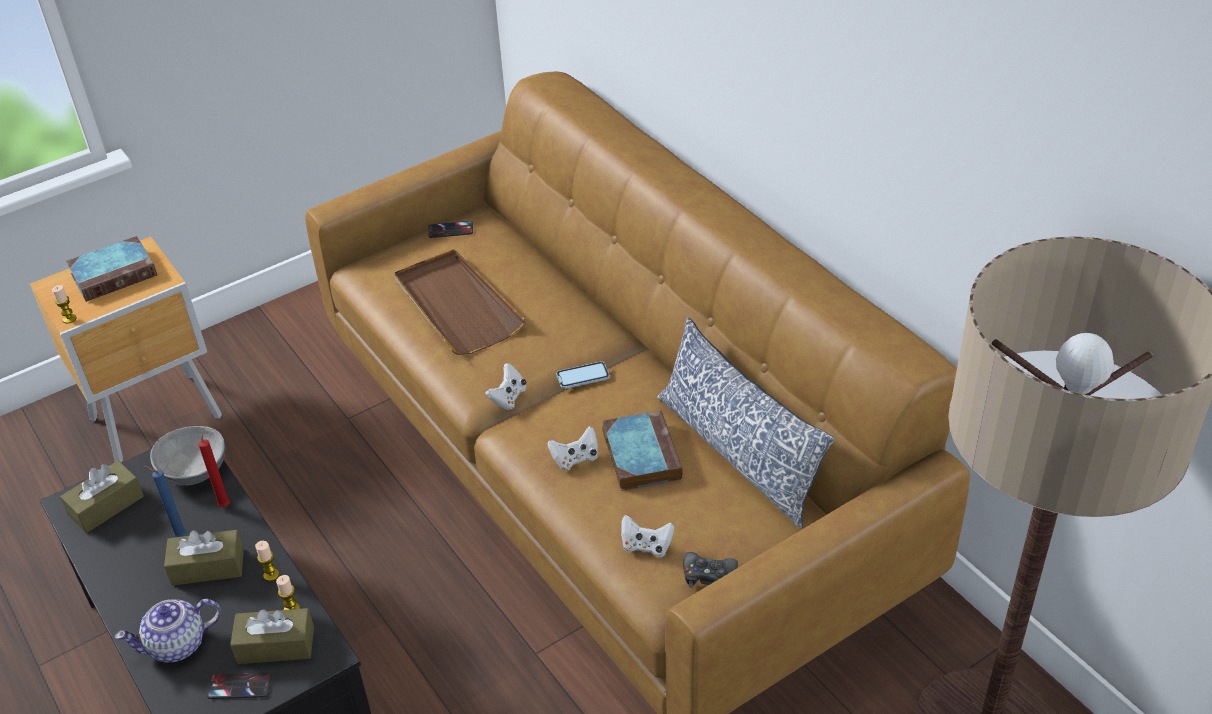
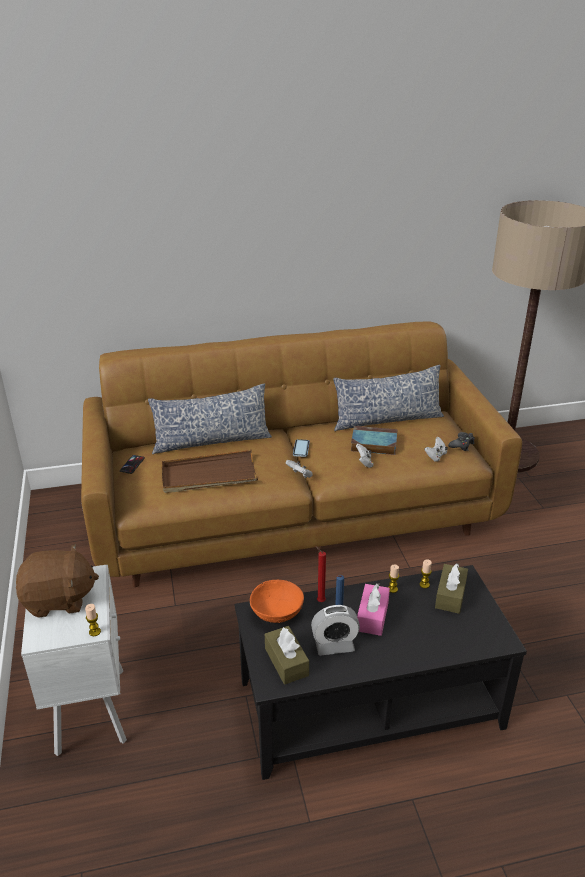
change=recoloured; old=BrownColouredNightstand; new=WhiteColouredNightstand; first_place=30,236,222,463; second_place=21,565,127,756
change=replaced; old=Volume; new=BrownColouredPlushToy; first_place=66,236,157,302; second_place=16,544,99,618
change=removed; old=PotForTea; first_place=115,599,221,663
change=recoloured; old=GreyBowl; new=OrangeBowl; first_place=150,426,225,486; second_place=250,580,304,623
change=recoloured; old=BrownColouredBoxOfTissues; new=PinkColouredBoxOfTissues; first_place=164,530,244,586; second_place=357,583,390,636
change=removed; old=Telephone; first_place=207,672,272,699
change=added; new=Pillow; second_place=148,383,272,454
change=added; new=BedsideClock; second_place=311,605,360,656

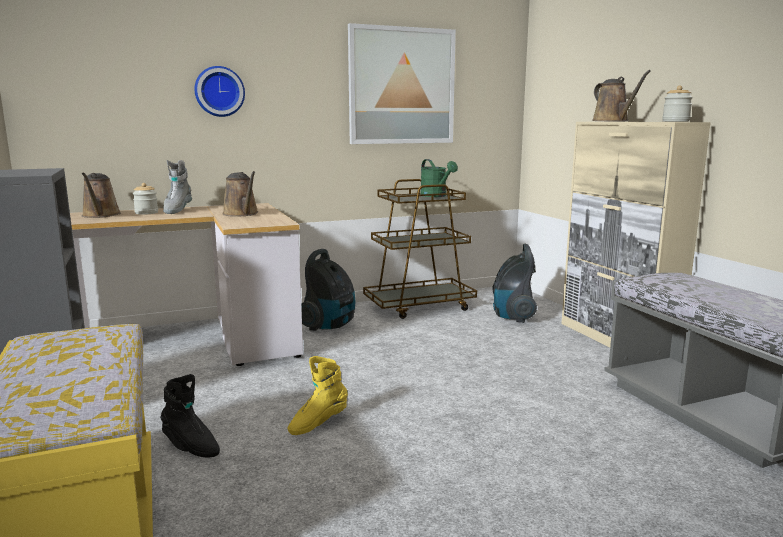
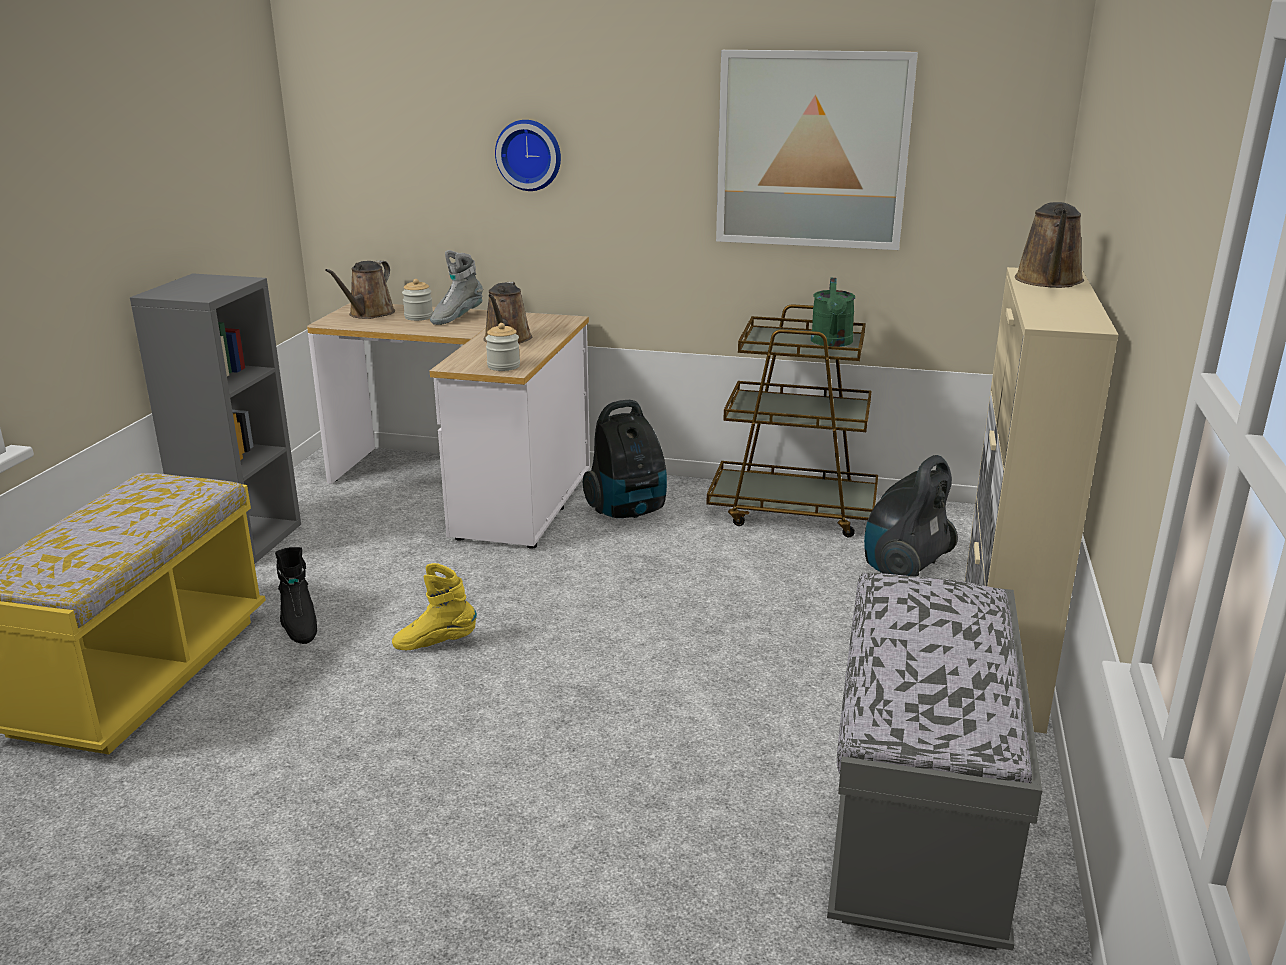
change=moved; old=StorageJar; first_place=662,85,693,122; second_place=485,323,520,371

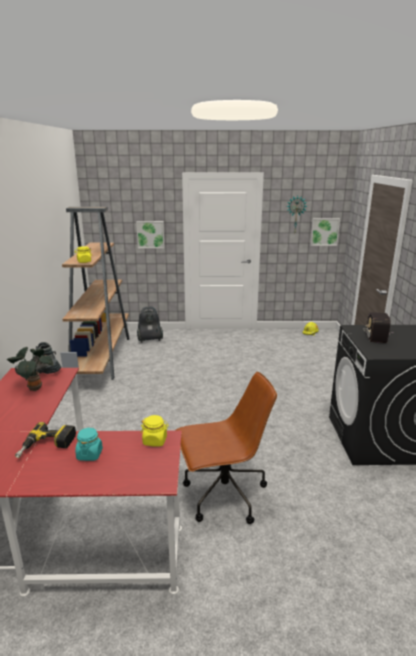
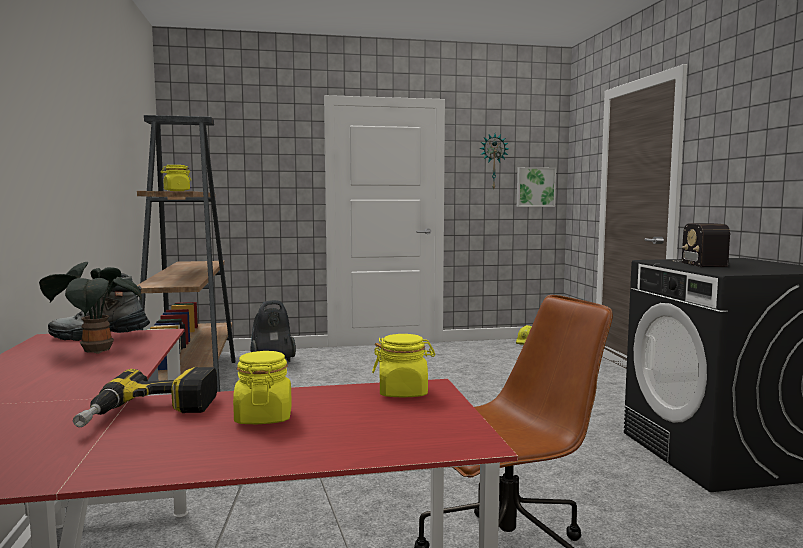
change=recoloured; old=TurquoiseColouredStorageJar; new=YellowColouredStorageJar; first_place=75,427,103,461; second_place=233,351,292,424
change=removed; old=Picture; first_place=136,221,164,248

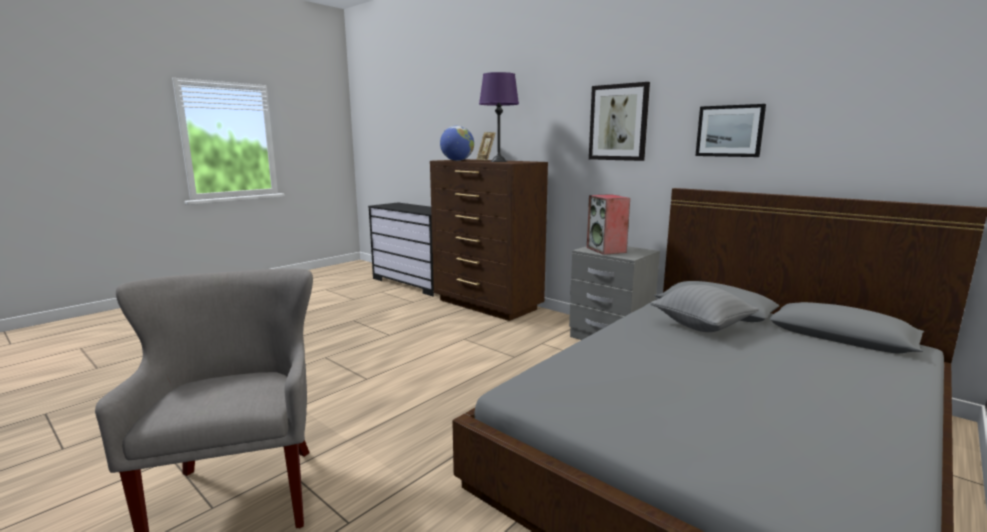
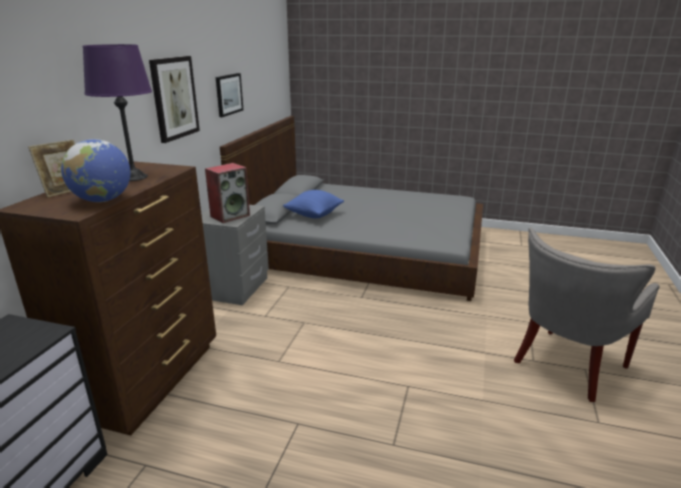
change=recoloured; old=GreyPillow; new=BluishPillow; first_place=650,285,759,332; second_place=283,190,344,218

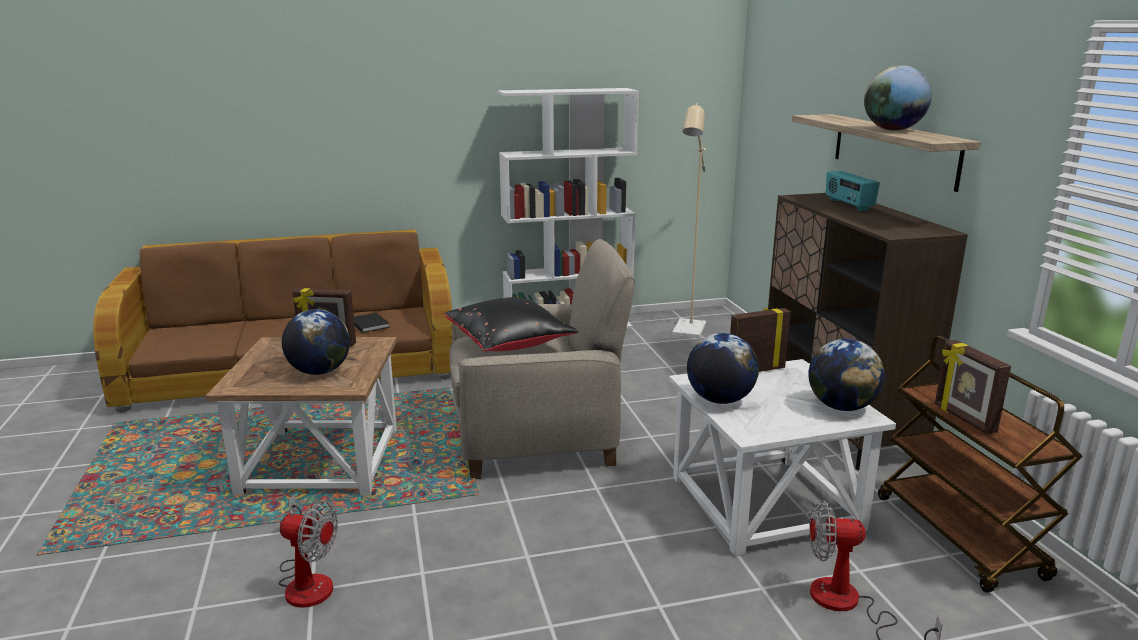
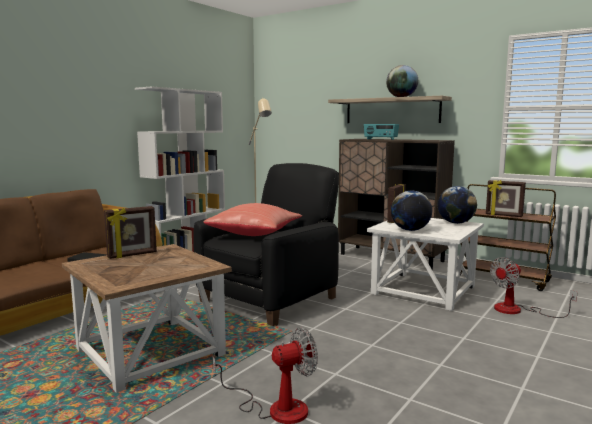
change=removed; old=DeskGlobe; first_place=282,309,350,375
change=recoloured; old=BlackPillow; new=ReddishPillow; first_place=445,297,578,351; second_place=203,203,302,236
change=recoloured; old=SandColouredArmchair; new=BlackArmchair; first_place=449,239,635,479; second_place=193,163,339,326

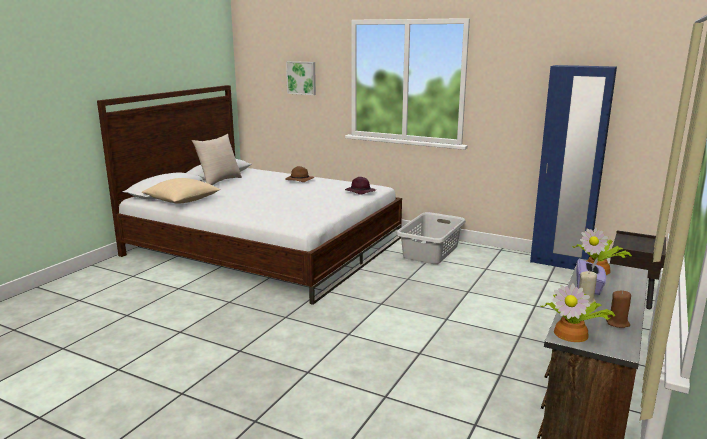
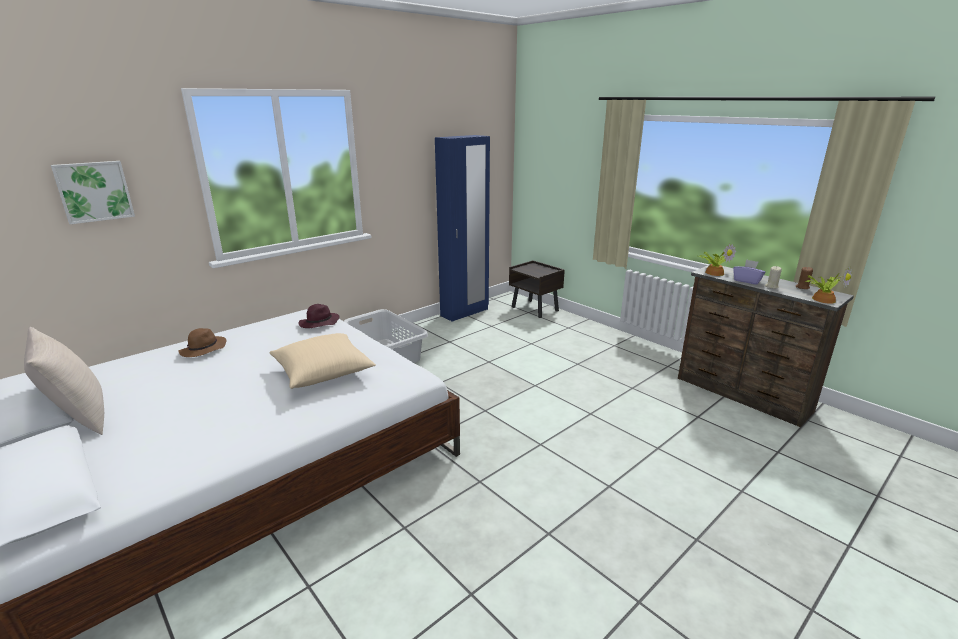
change=moved; old=SandColouredPillow; first_place=142,178,221,203; second_place=269,333,376,389

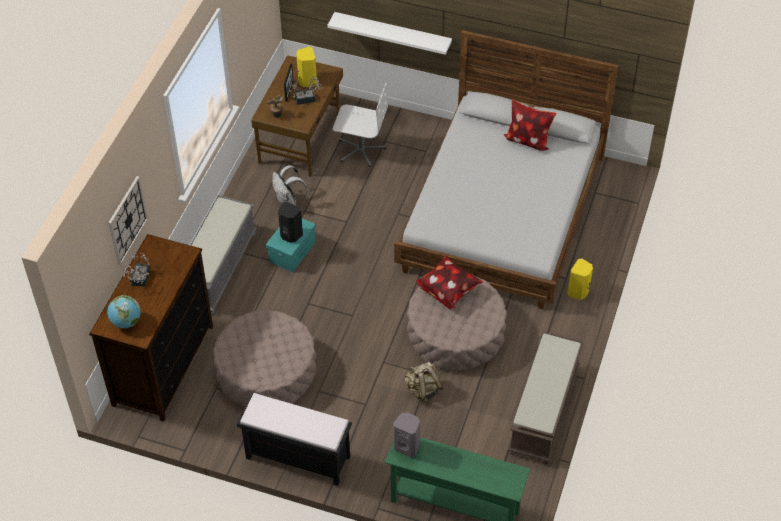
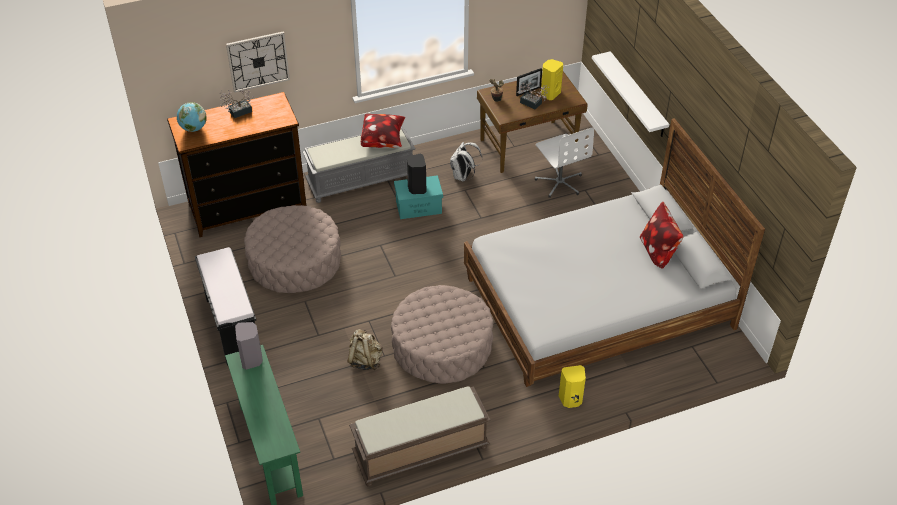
change=moved; old=Pillow; first_place=416,255,483,309; second_place=361,114,405,148

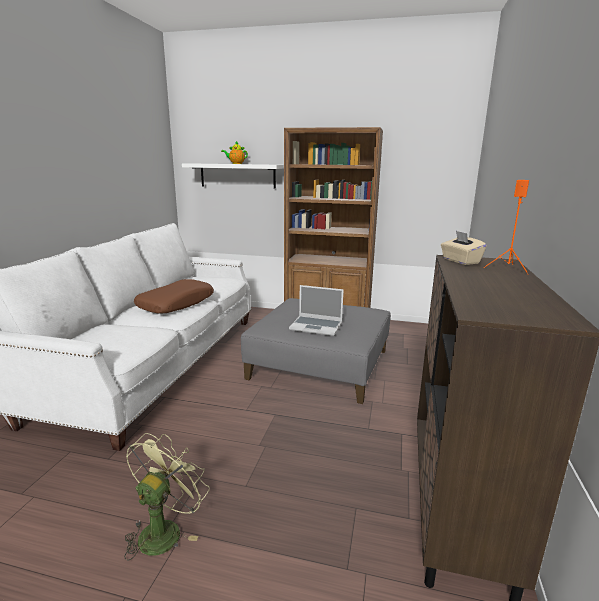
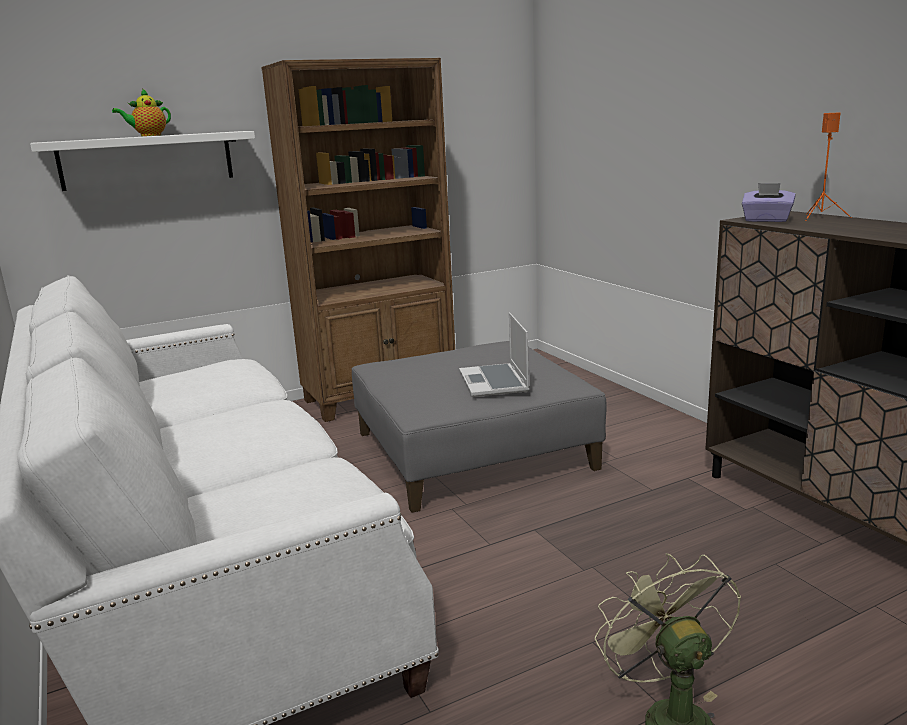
change=removed; old=BrownColouredPillow; first_place=134,279,214,314
change=turned; old=PortableComputer; first_place=289,285,344,336; second_place=459,312,529,397; degrees=105
change=recoloured; old=SandColouredBoxOfTissues; new=PurpleColouredBoxOfTissues; first_place=441,231,487,265; second_place=742,183,796,222

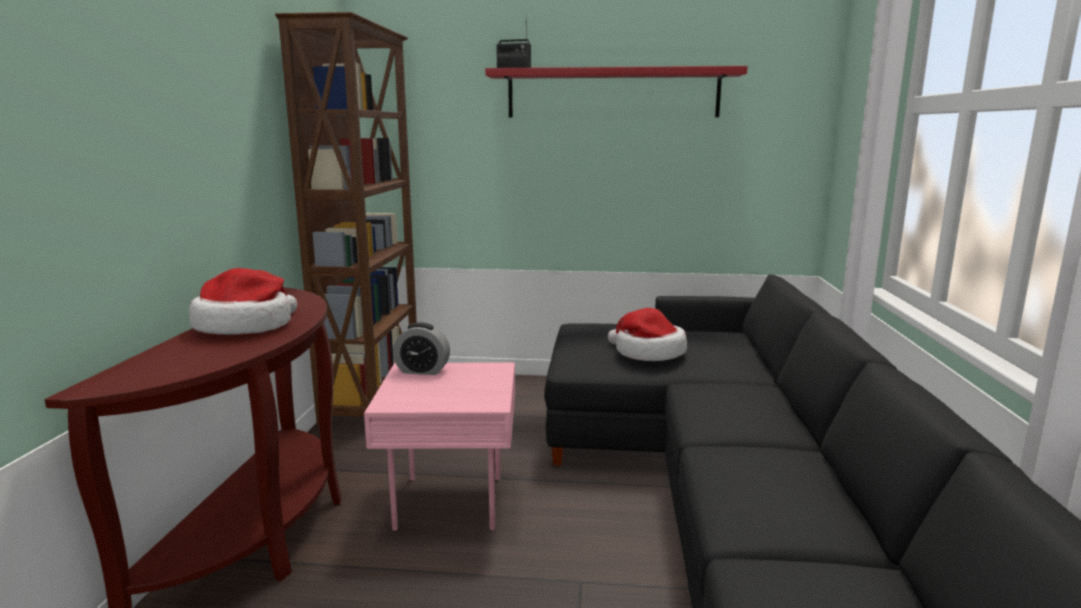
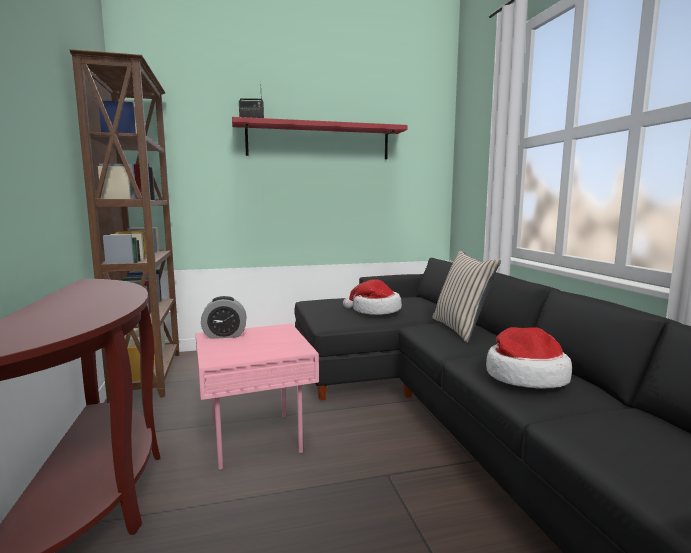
change=moved; old=WearableHat; first_place=189,268,297,335; second_place=486,327,572,389
change=added; new=SandColouredPillow; second_place=432,251,501,343

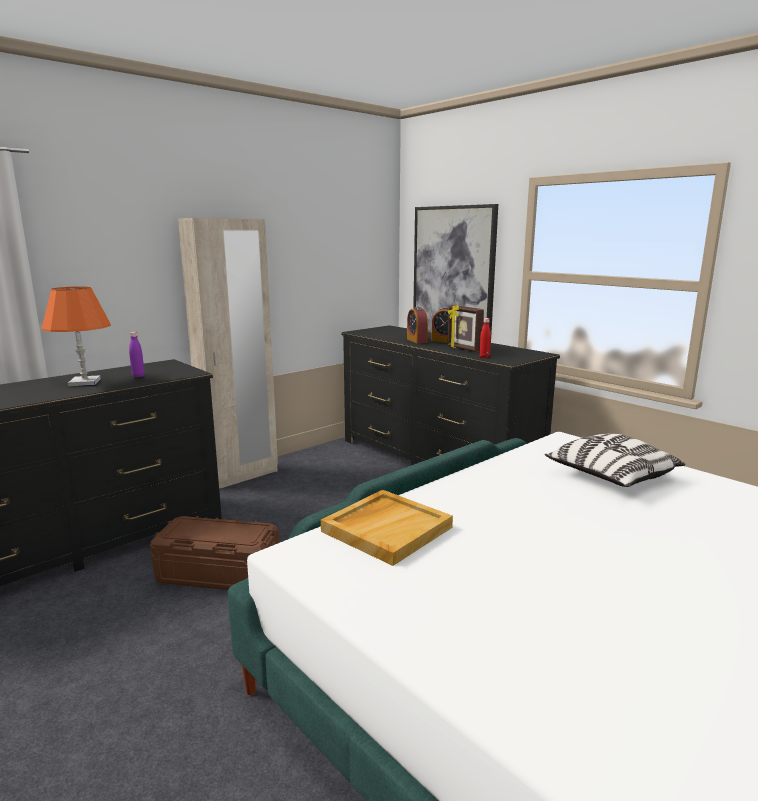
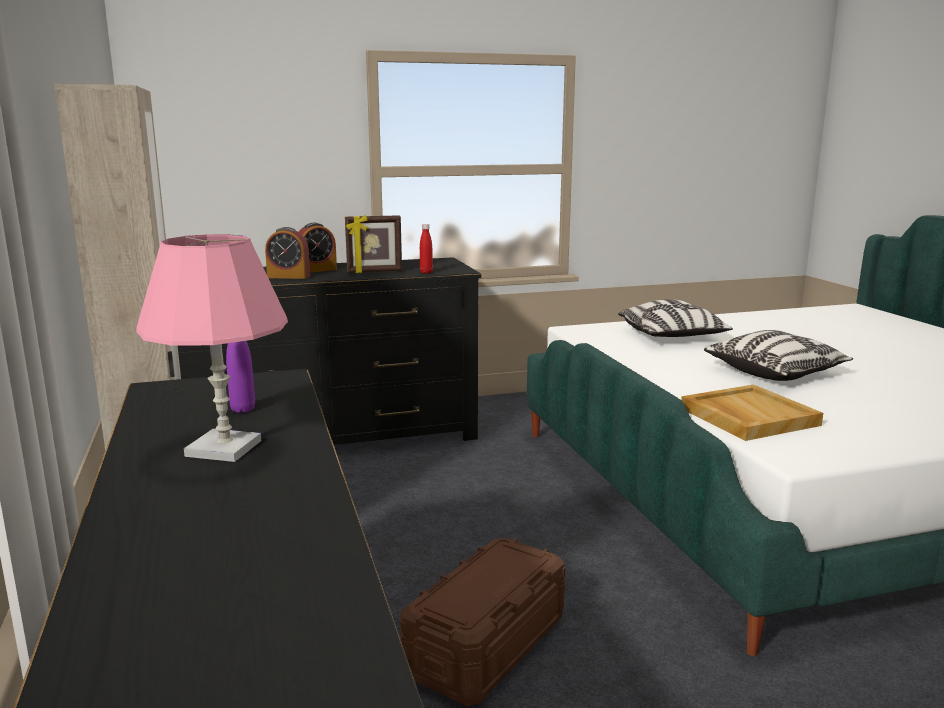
change=recoloured; old=OrangeTabletopLamp; new=PinkColouredTabletopLamp; first_place=42,286,111,386; second_place=136,234,288,462
change=removed; old=Picture; first_place=413,204,498,332
change=added; new=Pillow; second_place=704,330,853,381

